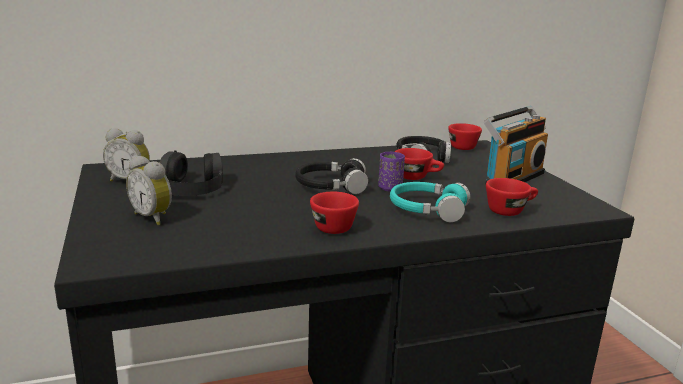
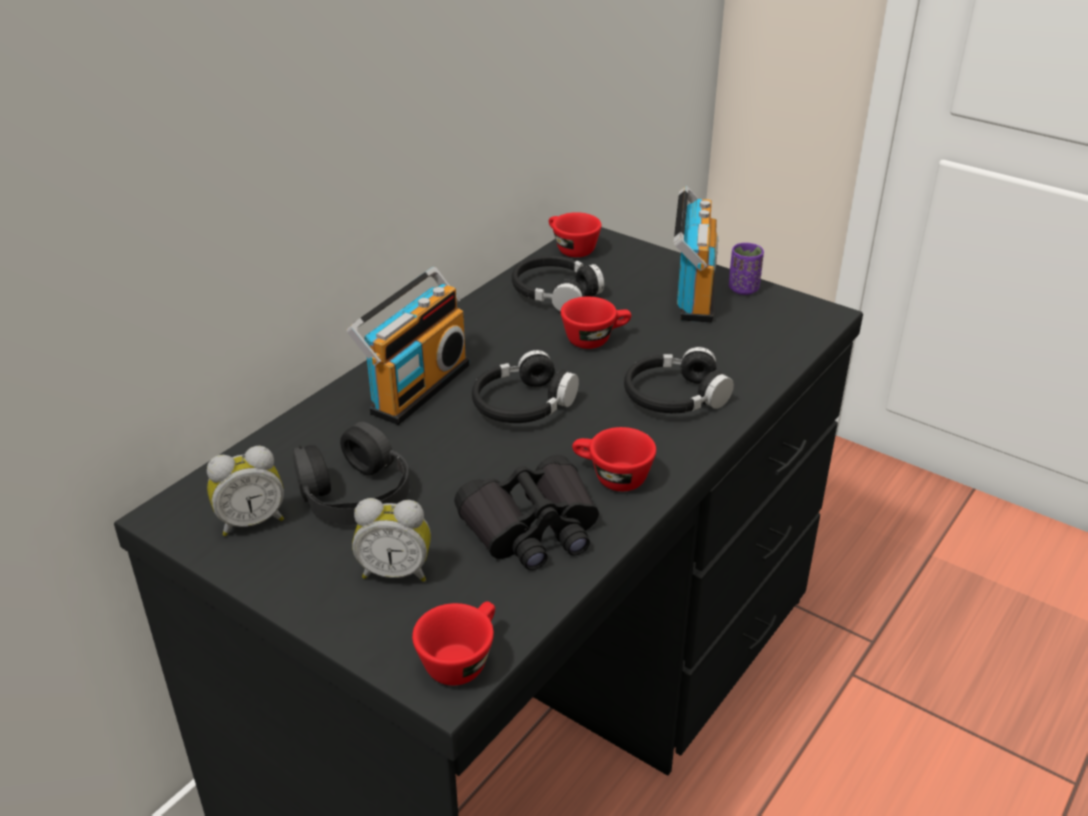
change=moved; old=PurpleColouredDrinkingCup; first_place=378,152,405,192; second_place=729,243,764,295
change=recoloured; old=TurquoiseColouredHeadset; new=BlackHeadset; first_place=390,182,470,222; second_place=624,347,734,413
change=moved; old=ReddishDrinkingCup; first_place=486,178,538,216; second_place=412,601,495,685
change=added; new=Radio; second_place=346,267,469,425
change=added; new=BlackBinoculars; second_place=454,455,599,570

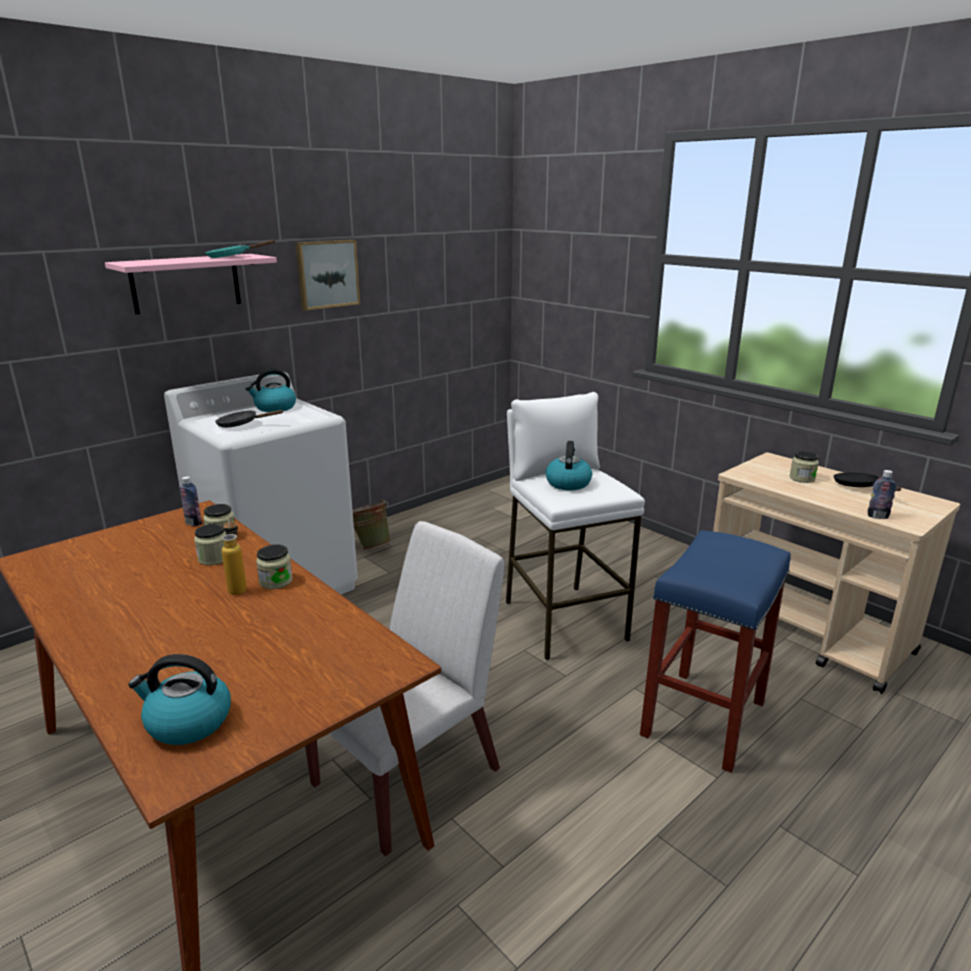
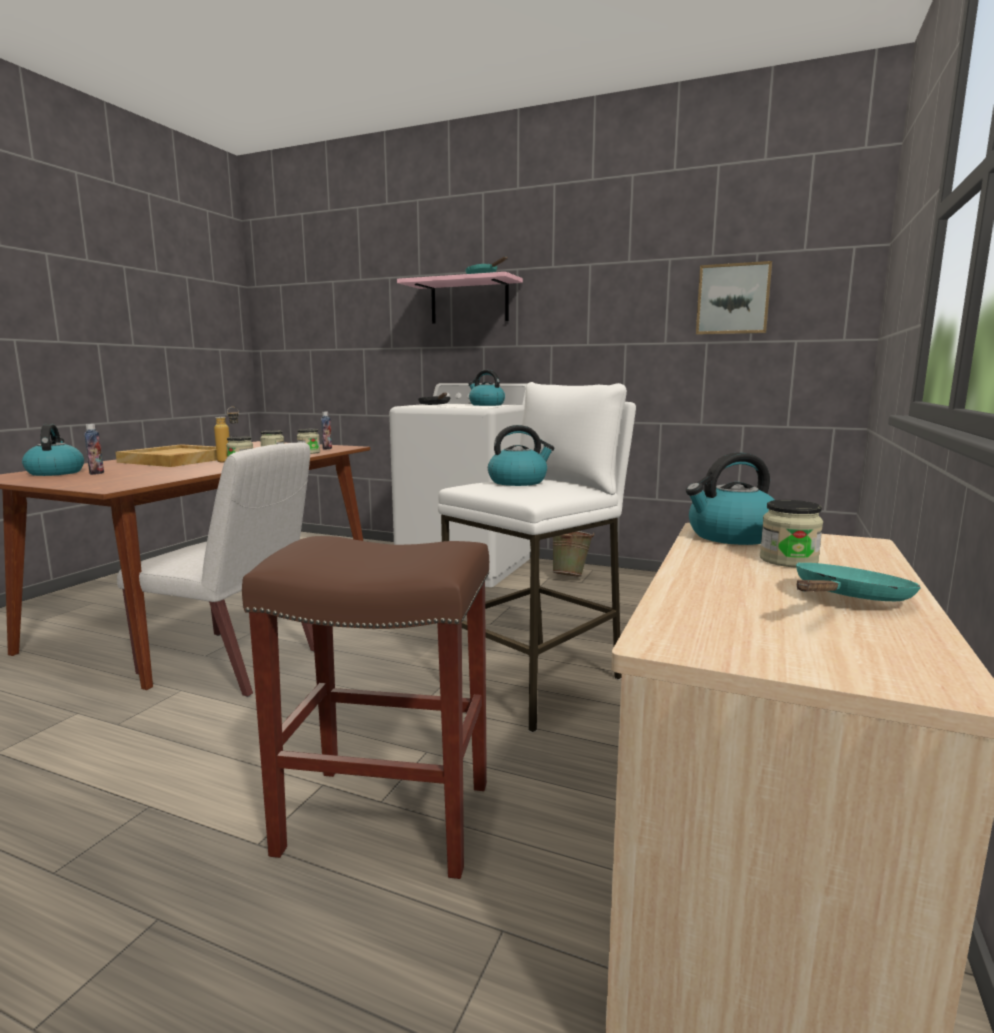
change=moved; old=Picture; first_place=295,239,360,310; second_place=696,261,772,335
change=recoloured; old=BluishStool; new=BrownColouredStool; first_place=640,530,791,773; second_place=242,536,489,879
change=recoloured; old=BlackFryingPan; new=TurquoiseColouredFryingPan; first_place=834,472,901,491; second_place=796,562,921,601
change=moved; old=Bottle; first_place=867,470,896,519; second_place=84,424,104,475
change=added; new=SandColouredTray; second_place=116,444,217,467
change=added; new=WaterKettle; second_place=686,452,774,545

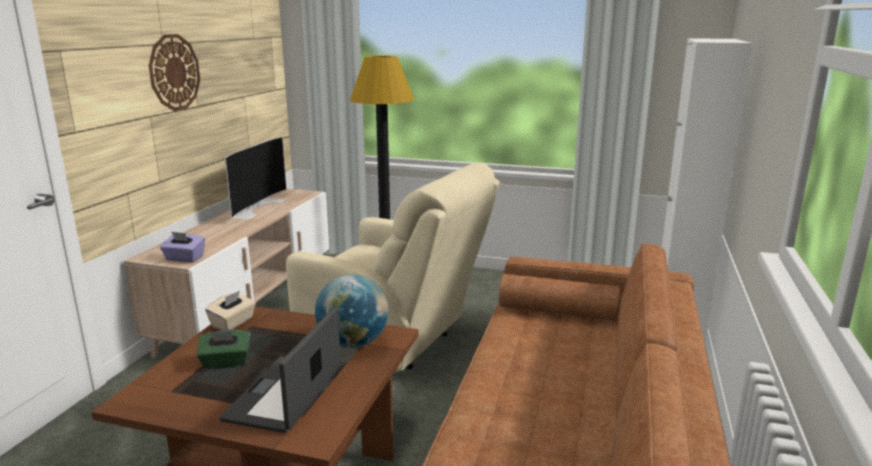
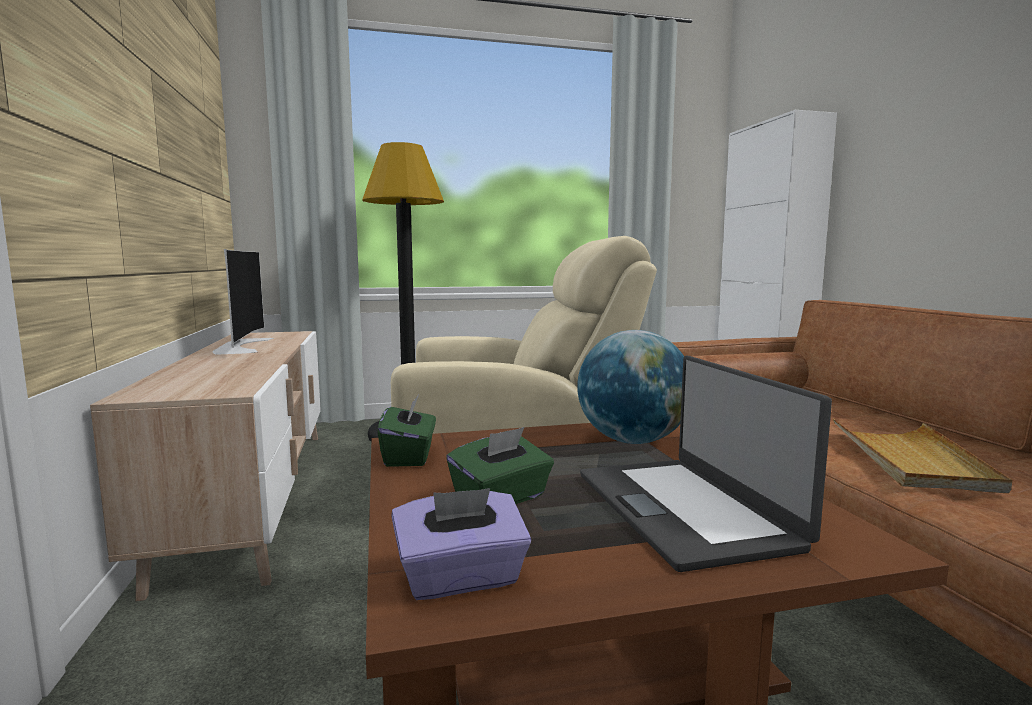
change=removed; old=WallClock; first_place=149,34,200,111
change=moved; old=PurpleColouredBoxOfTissues; first_place=160,231,205,262; second_place=391,488,531,600
change=recoloured; old=SandColouredBoxOfTissues; new=GreenBoxOfTissues; first_place=205,291,256,330; second_place=378,395,436,467
change=added; new=SandColouredTray; second_place=833,418,1012,493

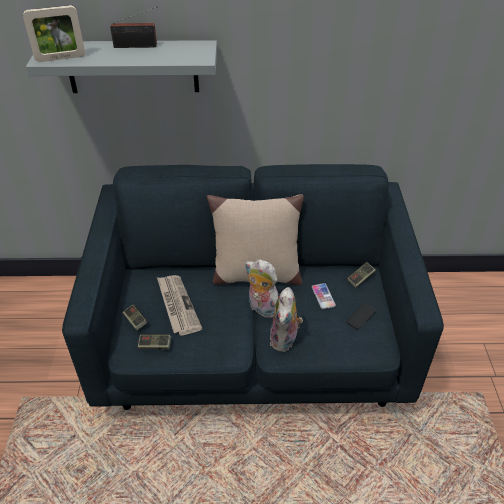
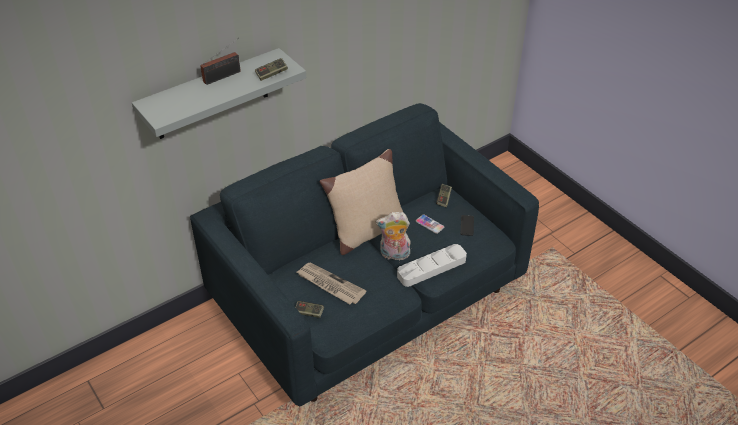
change=removed; old=PictureFrame; first_place=23,5,85,62
change=moved; old=Gamepad; first_place=138,334,171,349; second_place=255,58,288,81
change=replaced; old=PlushToy; new=GreyTray; first_place=270,287,303,352; second_place=397,244,467,287

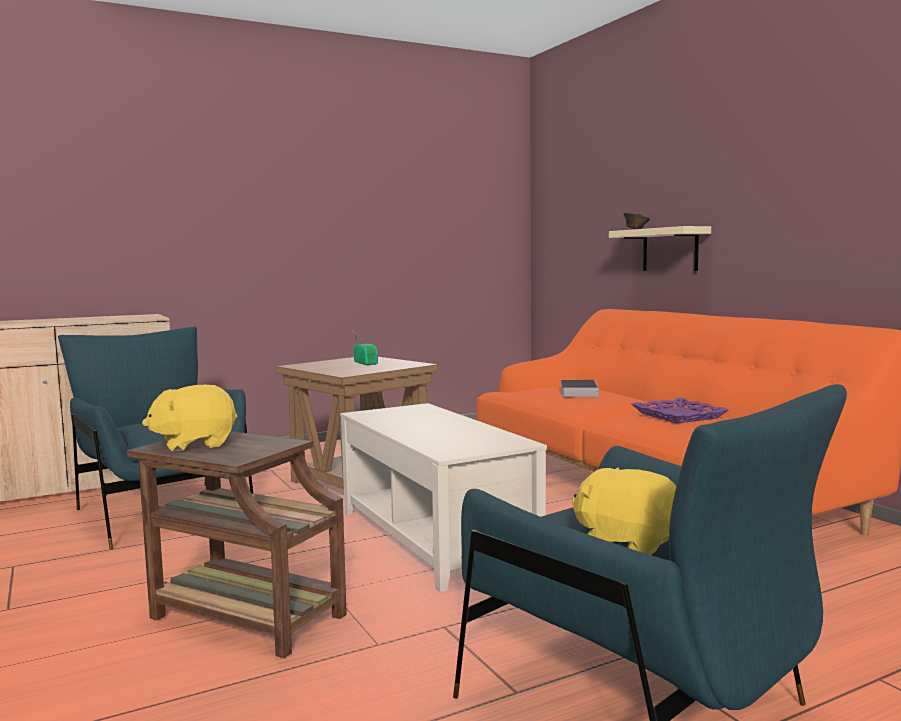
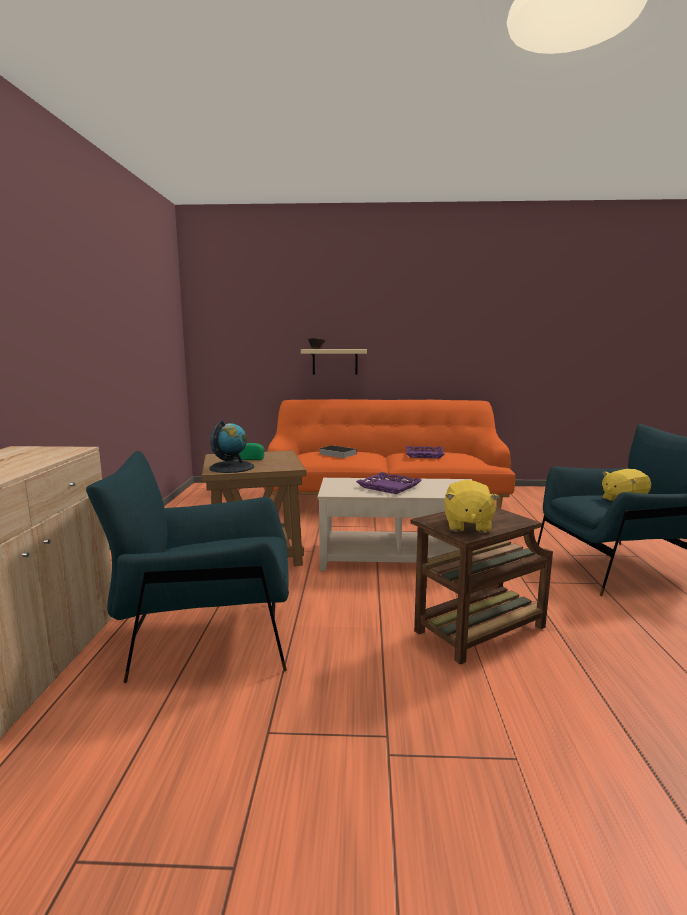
change=added; new=DeskGlobe; second_place=209,420,254,473
change=added; new=PurpleColouredTray; second_place=356,472,422,494

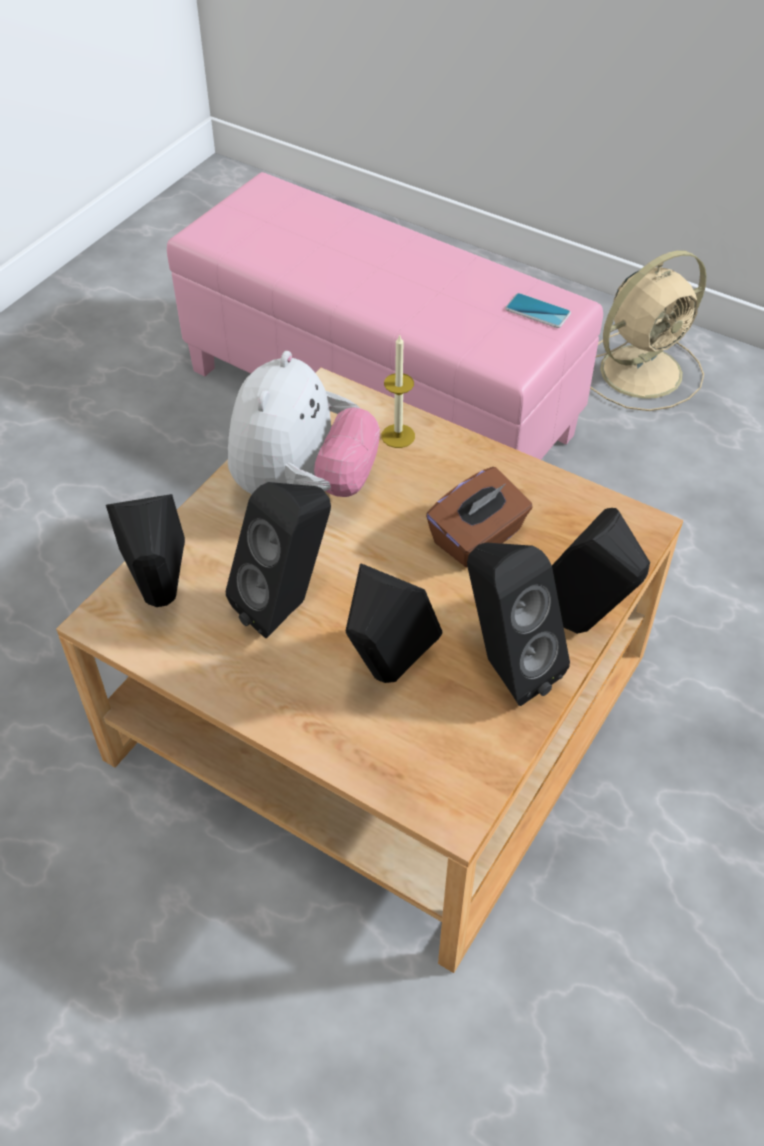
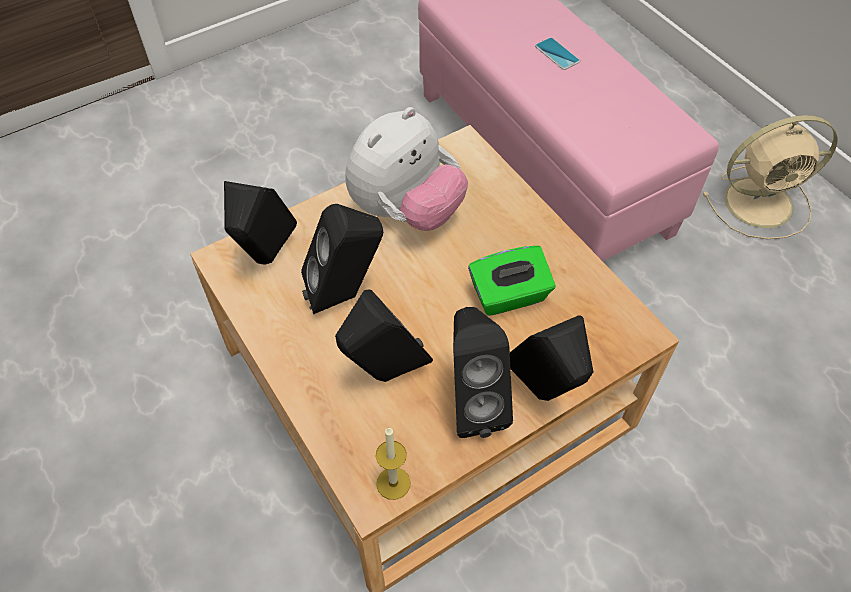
change=moved; old=WaxLight; first_place=381,334,415,448; second_place=375,427,411,500
change=recoloured; old=BrownColouredBoxOfTissues; new=GreenBoxOfTissues; first_place=426,467,533,568; second_place=468,246,555,316
change=moved; old=Telephone; first_place=505,293,571,328; second_place=535,37,580,70

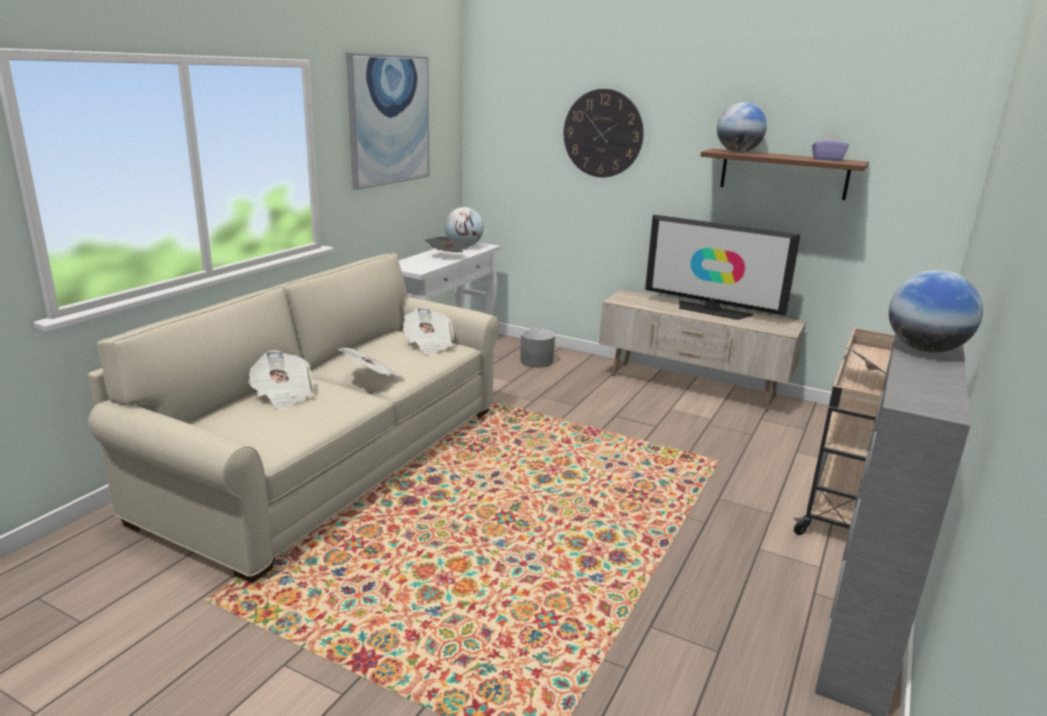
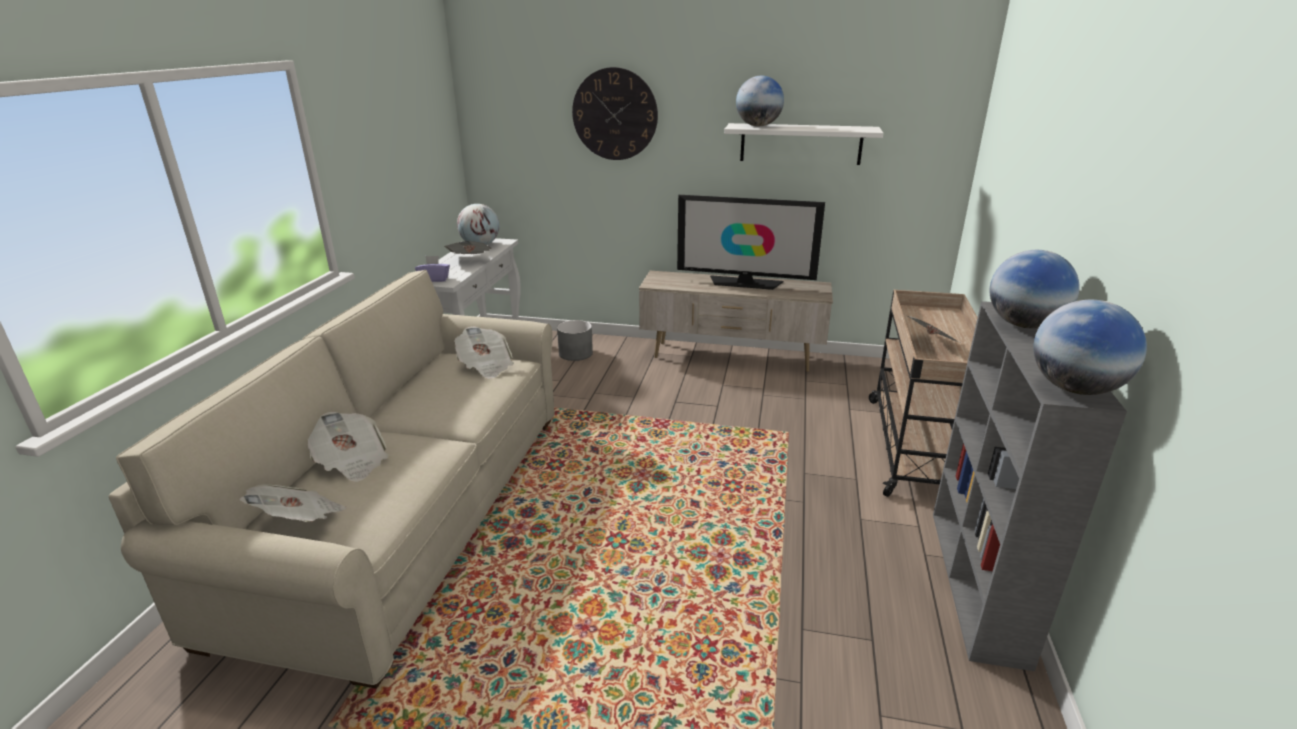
change=moved; old=Newspaper; first_place=338,348,402,376; second_place=239,484,347,522
change=removed; old=Picture; first_place=346,53,430,190
change=recoloured; old=BrownColouredBracketShelf; new=WhiteColouredBracketShelf; first_place=700,149,869,200; second_place=724,123,883,165
change=moved; old=PurpleColouredBoxOfTissues; first_place=812,133,849,161; second_place=415,256,450,282
change=added; new=DeskGlobe; second_place=1033,300,1147,395

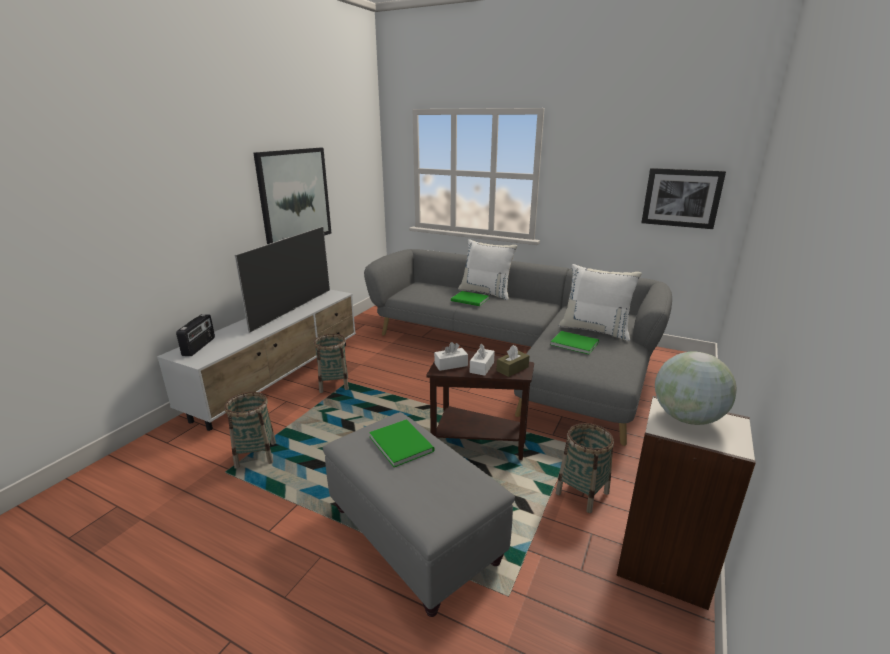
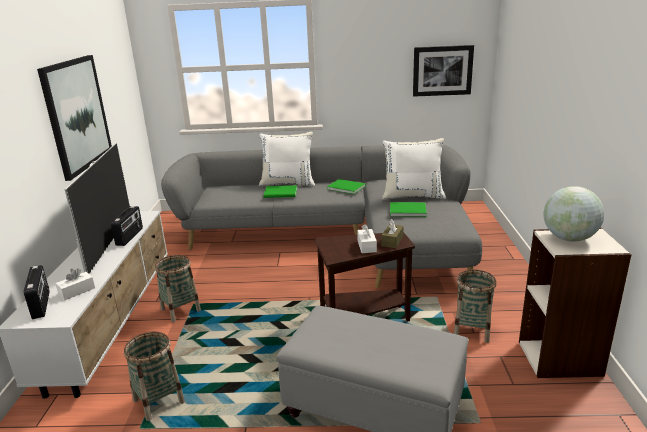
change=moved; old=GreenVolume; first_place=369,419,434,467; second_place=327,179,366,194
change=moved; old=WhiteColouredBoxOfTissues; first_place=434,342,468,371; second_place=55,268,95,300
change=added; new=Radio; second_place=111,206,143,246

